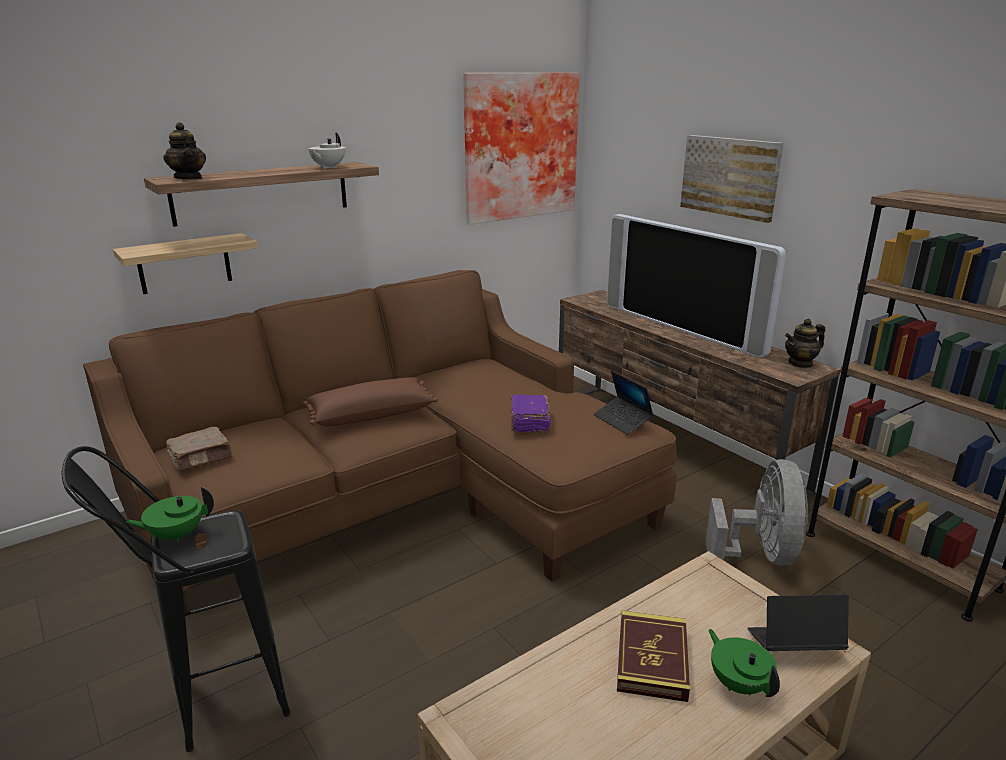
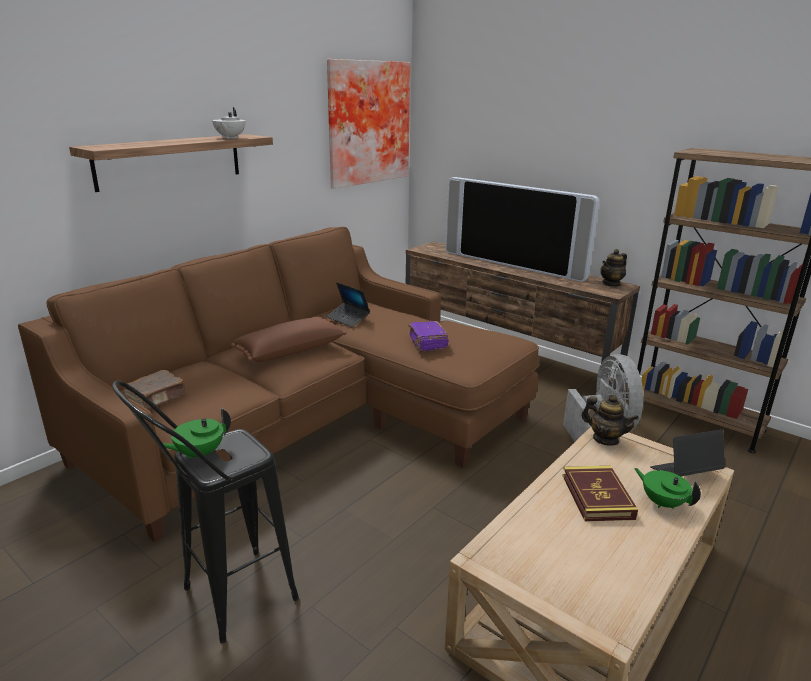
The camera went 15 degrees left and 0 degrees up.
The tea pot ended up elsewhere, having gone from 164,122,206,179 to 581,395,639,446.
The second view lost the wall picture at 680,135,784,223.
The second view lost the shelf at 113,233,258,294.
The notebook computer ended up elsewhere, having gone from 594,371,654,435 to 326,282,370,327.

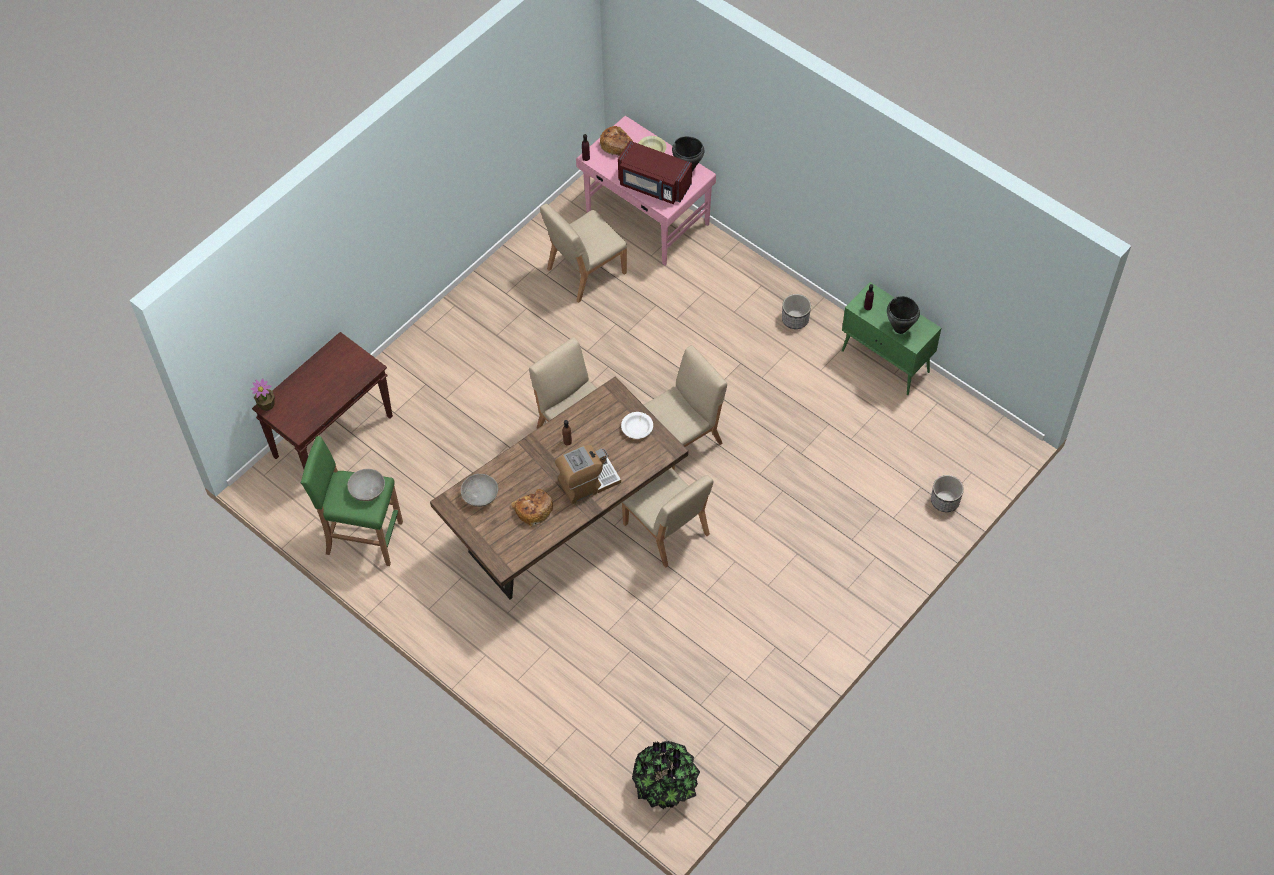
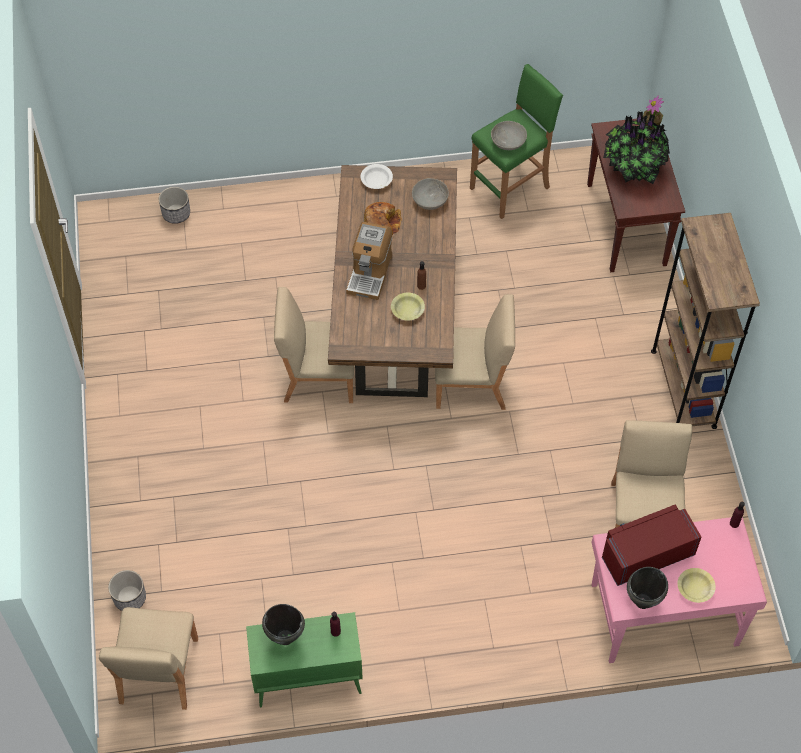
The camera went 130 degrees right and 0 degrees up.
The second view lost the bread at 599,126,632,156.
The plant pot ended up elsewhere, having gone from 782,294,811,329 to 159,187,190,224.
The beige-coloured chair ended up elsewhere, having gone from 644,345,727,471 to 99,607,198,710.
The whitish serving bowl ended up elsewhere, having gone from 621,412,653,439 to 361,164,393,189.
The plant in a pot ended up elsewhere, having gone from 632,741,700,809 to 603,111,670,184.
The second view gained the brownish bookcase at 651,213,760,429.
The second view gained the yellow serving bowl at 391,293,425,321.

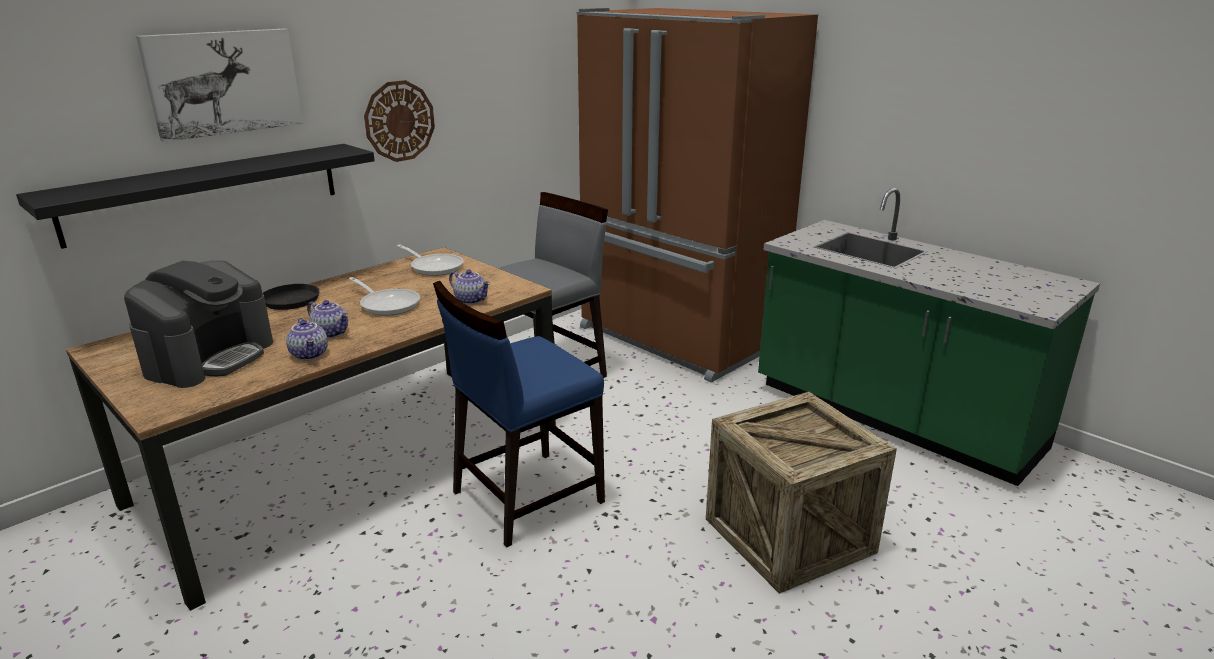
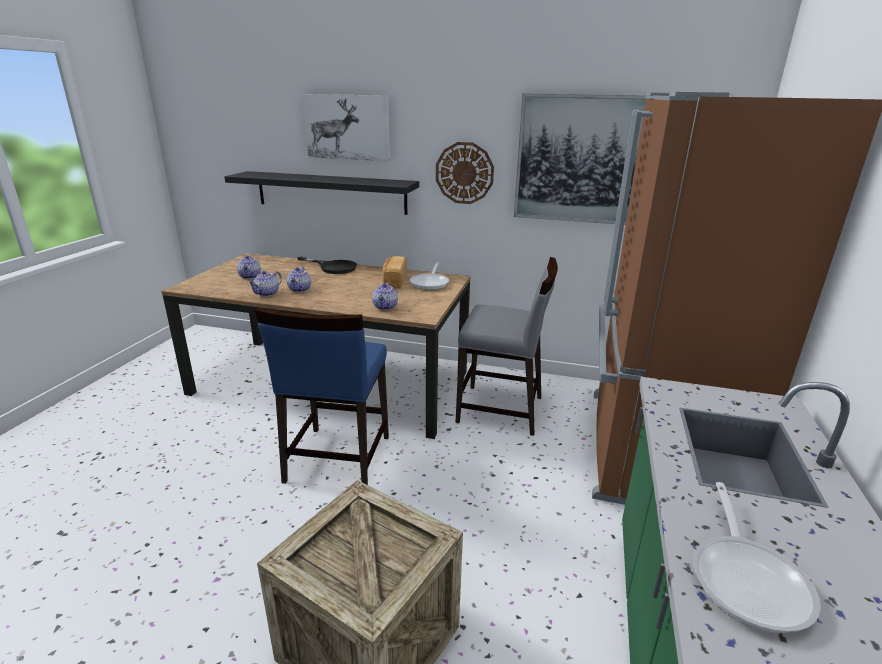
The camera went 60 degrees right and 0 degrees up.
Where the coffee maker stood at 124,261,273,388, the tea pot came to stand at 237,256,261,279.
The pan ended up elsewhere, having gone from 349,277,420,316 to 693,482,821,633.
The blue chair at 433,281,605,548 ended up facing another way, 105 degrees counterclockwise from before.
The second view gained the wall picture at 514,94,646,225.
The second view gained the bread at 382,256,407,289.

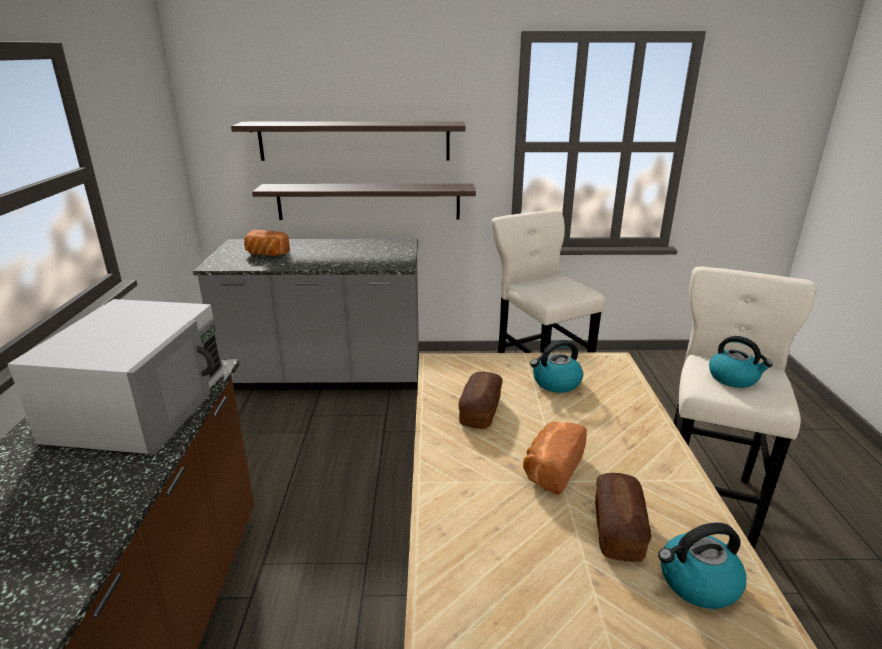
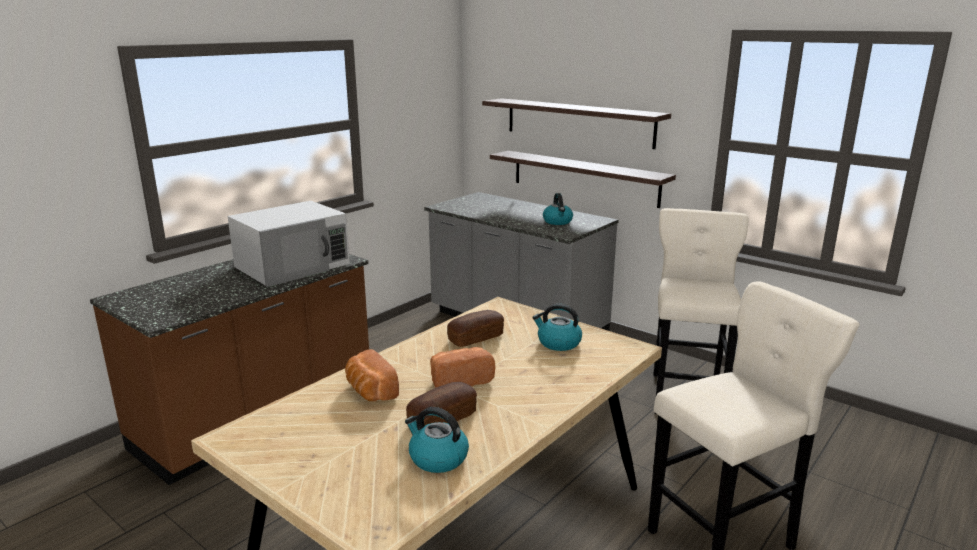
The camera went 40 degrees right and 5 degrees down.
The bread ended up elsewhere, having gone from 244,230,290,256 to 345,349,399,402.
The kettle ended up elsewhere, having gone from 709,336,773,388 to 543,193,573,225.

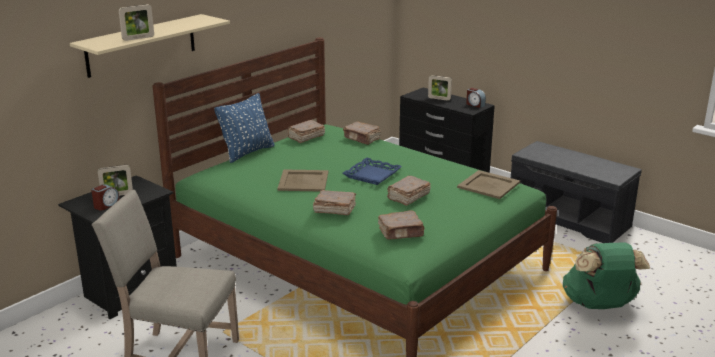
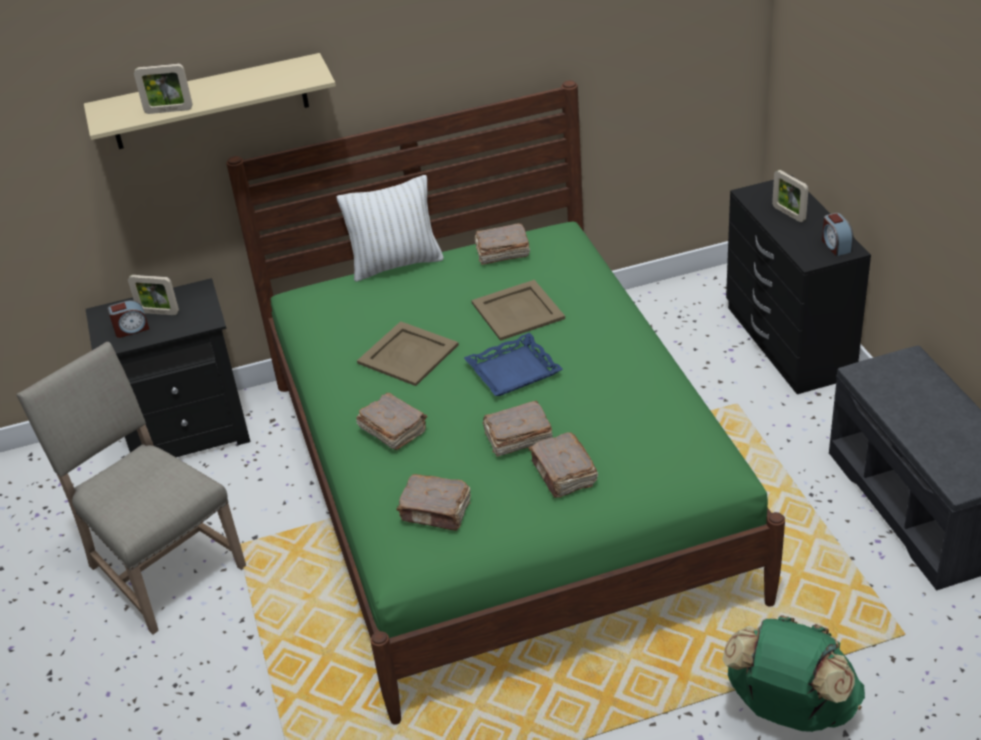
The camera went 35 degrees right and 15 degrees up.
What was the blue cushion at 214,93,275,163 turned into the whitish cushion at 337,175,444,282.
The brownish book ended up elsewhere, having gone from 343,122,381,145 to 528,432,598,498.
The beige-coloured serving tray ended up elsewhere, having gone from 457,170,520,199 to 471,280,565,341.

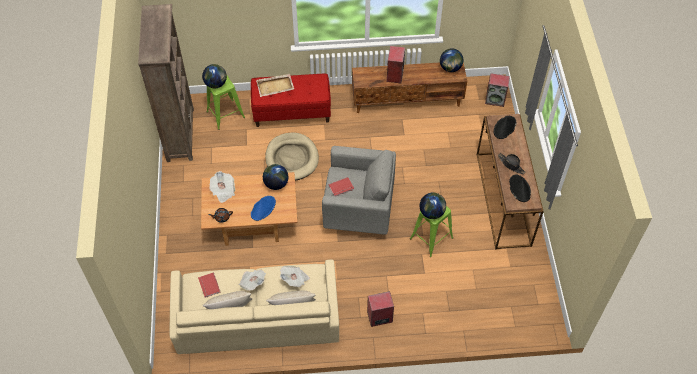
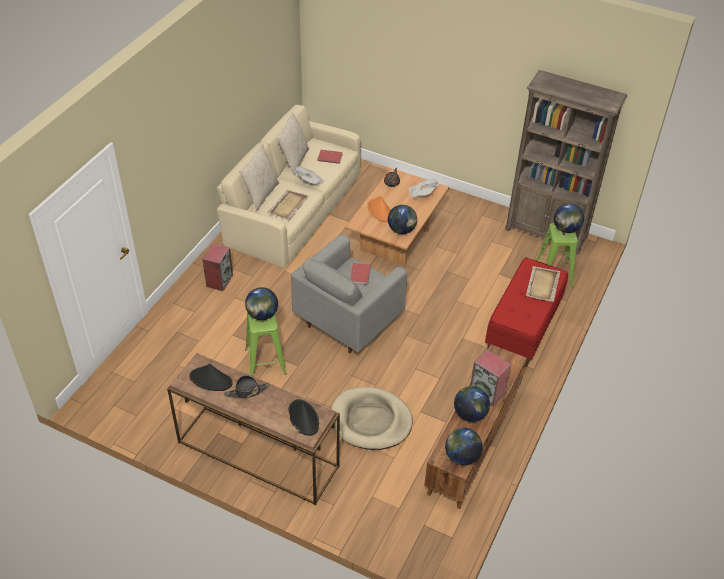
The camera went 120 degrees right and 10 degrees down.
The second view lost the speaker at 485,73,510,107.
The beige-coloured dog bed ended up elsewhere, having gone from 265,133,319,180 to 331,387,412,450.
What was the blue wearable hat at 251,196,276,221 turned into the orange wearable hat at 368,196,391,222.
Where the newspaper stood at 280,266,310,287, the beige-coloured serving tray came to stand at 267,189,309,220.
The second view gained the desk globe at 454,386,490,422.

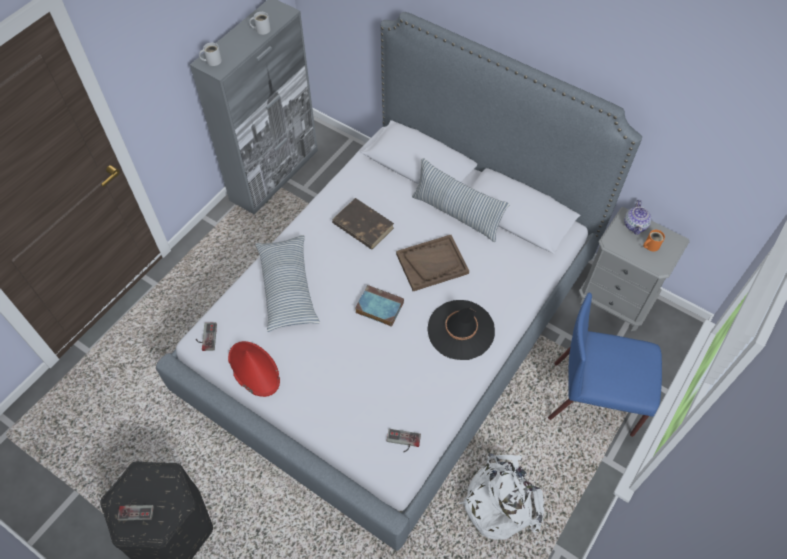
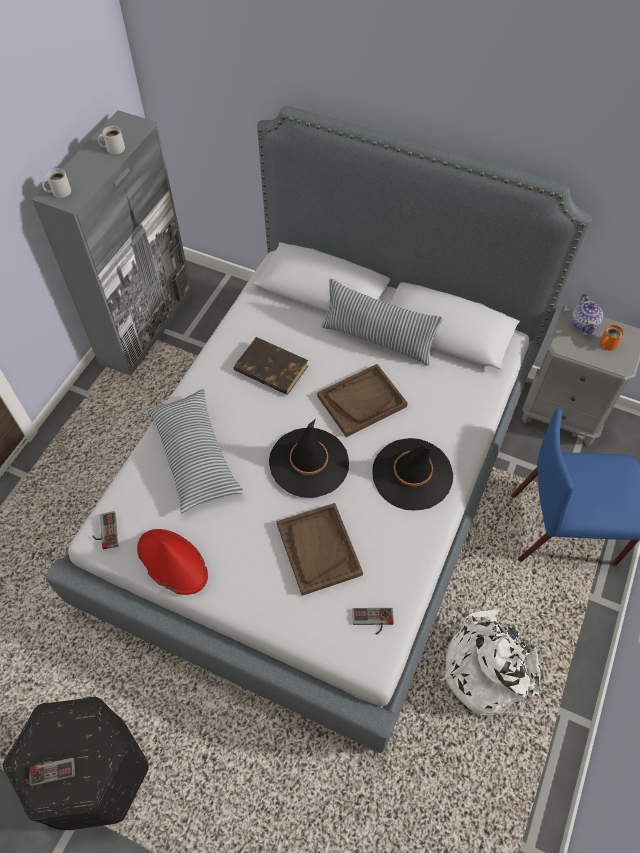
The camera went 10 degrees left and 0 degrees up.
Where the book stood at 355,285,404,327, the black-coloured wearable hat came to stand at 269,420,349,497.
The second view gained the brownish serving tray at 276,503,363,596.

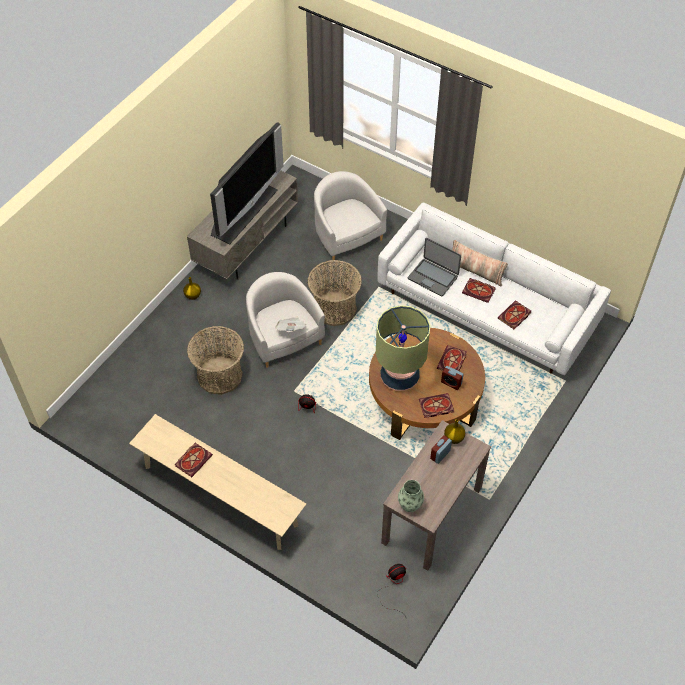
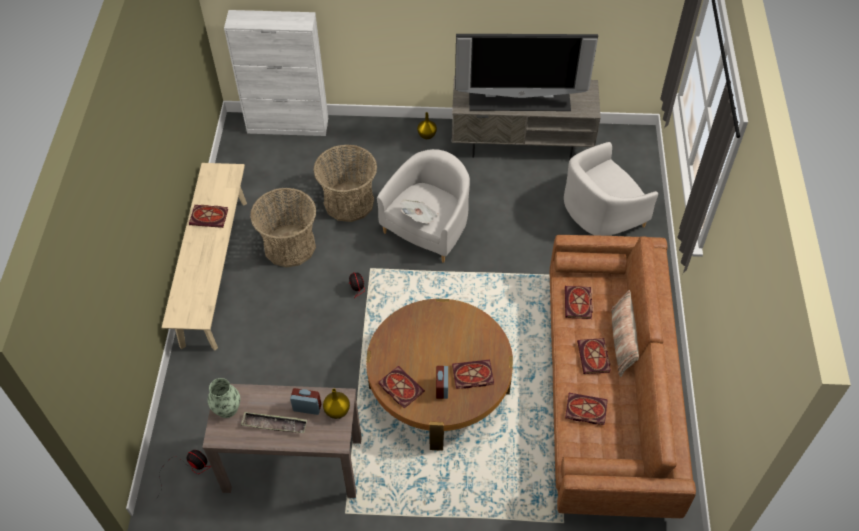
The camera went 60 degrees right and 0 degrees up.
The whitish lounge chair at 314,171,387,260 ended up facing another way, 150 degrees counterclockwise from before.
What was the whitish couch at 377,203,611,375 turned into the brownish couch at 550,235,696,518.
Where the notebook computer stood at 408,238,461,296, the book came to stand at 565,286,593,319.
The household basket ended up elsewhere, having gone from 307,260,362,326 to 250,188,317,268.
The second view lost the table lamp at 376,305,430,391.
The second view gained the whitish cabinet at 224,10,328,136.
The second view gained the serving tray at 241,412,307,433.

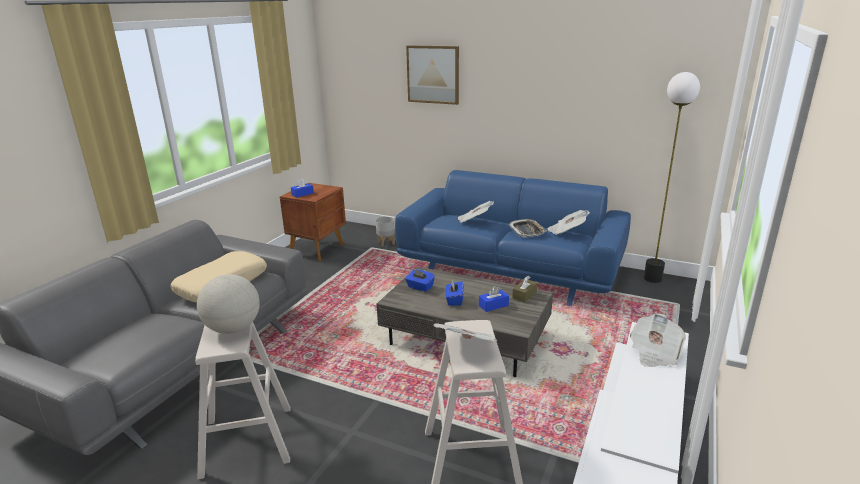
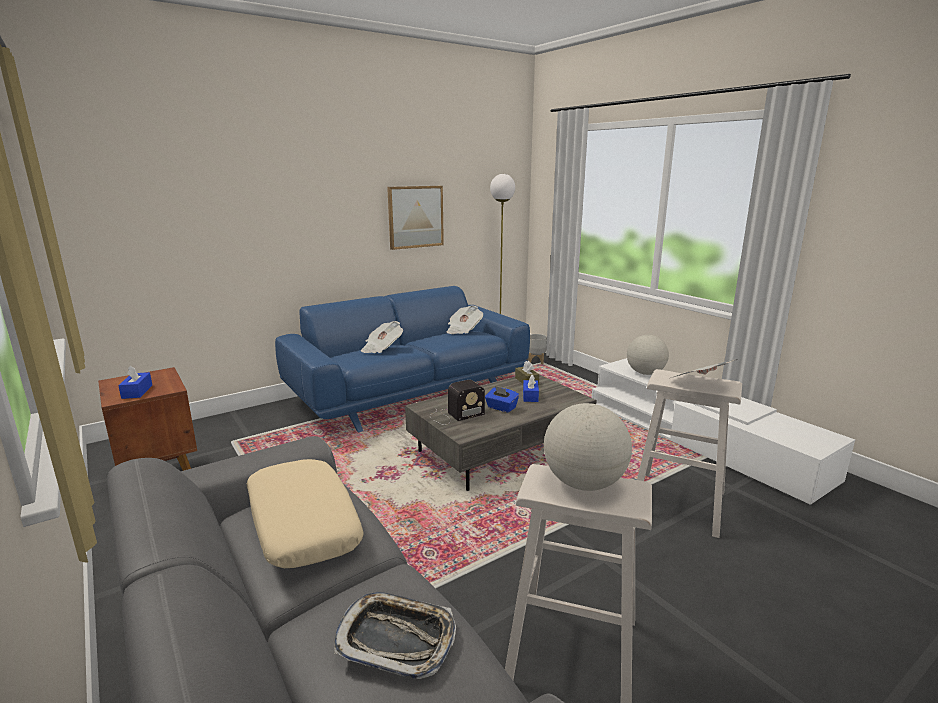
The camera went 60 degrees left and 5 degrees down.
The wall picture ended up elsewhere, having gone from 406,46,459,105 to 387,186,444,250.
The greyish plant pot ended up elsewhere, having gone from 376,217,395,247 to 529,334,547,364.
The serving tray ended up elsewhere, having gone from 509,219,547,237 to 334,592,456,679.
Where the blue tissue box stood at 405,269,435,292, the radio set came to stand at 430,380,485,425.
Where the newspaper stood at 630,313,686,367, the desk globe came to stand at 627,335,669,375.

